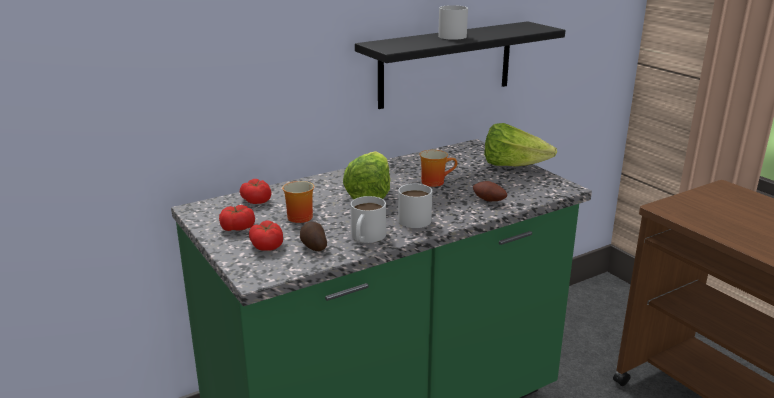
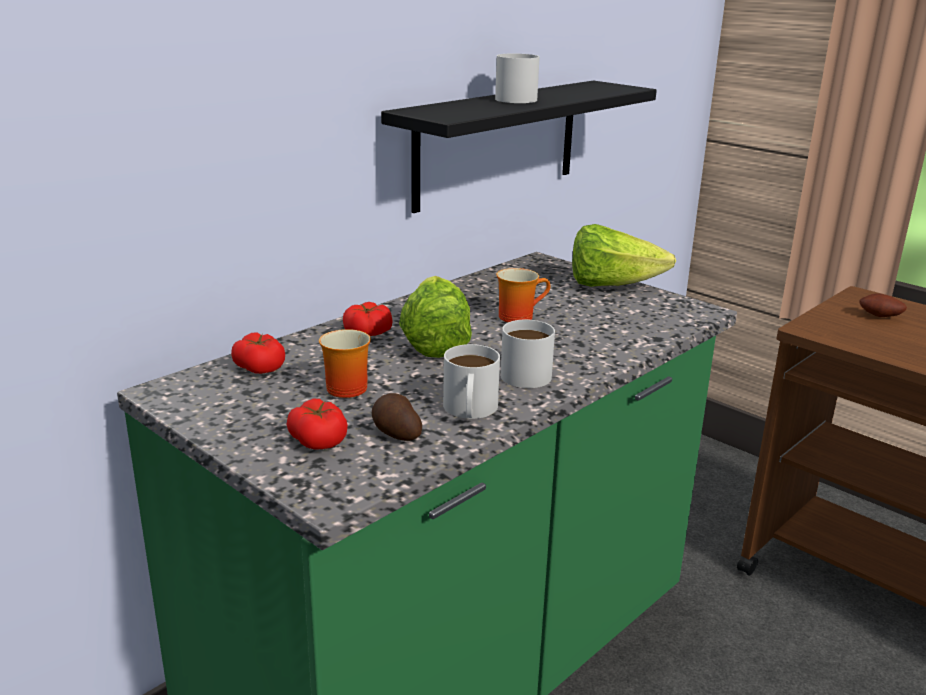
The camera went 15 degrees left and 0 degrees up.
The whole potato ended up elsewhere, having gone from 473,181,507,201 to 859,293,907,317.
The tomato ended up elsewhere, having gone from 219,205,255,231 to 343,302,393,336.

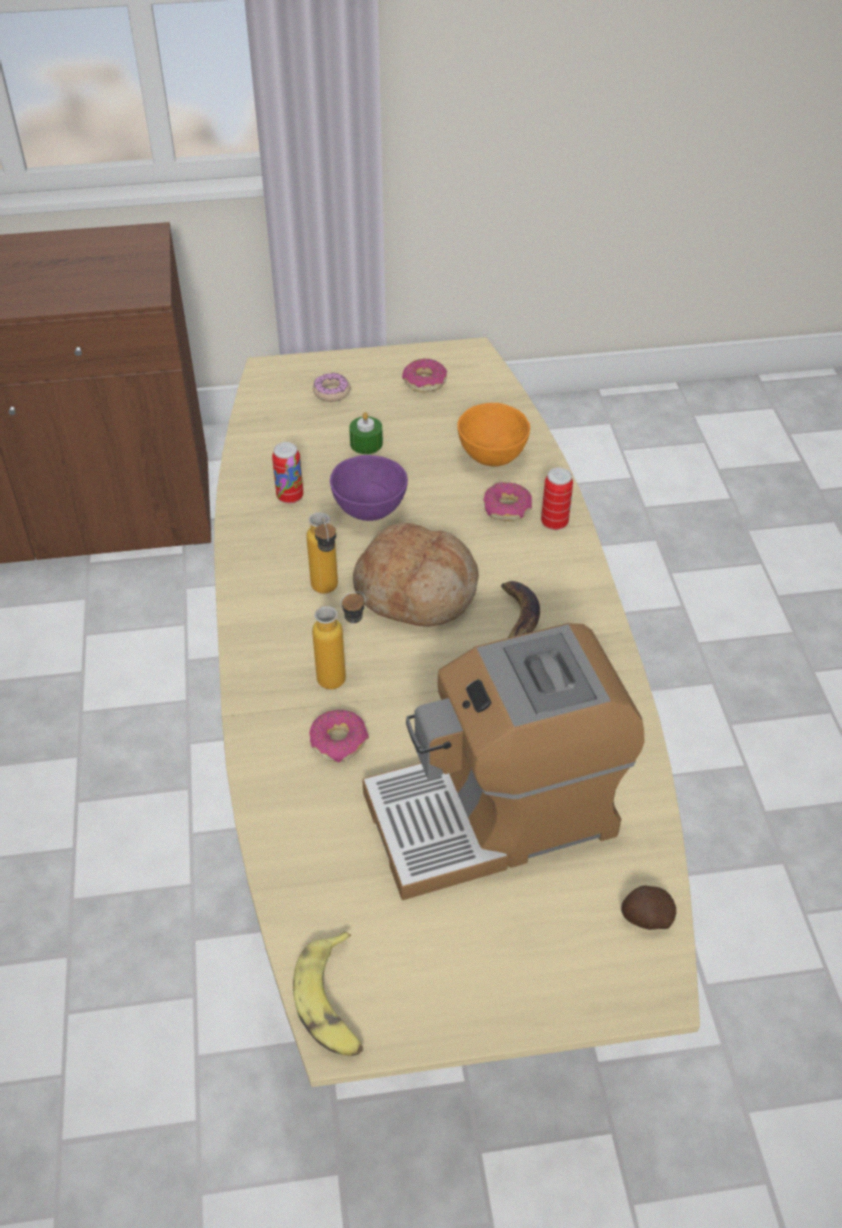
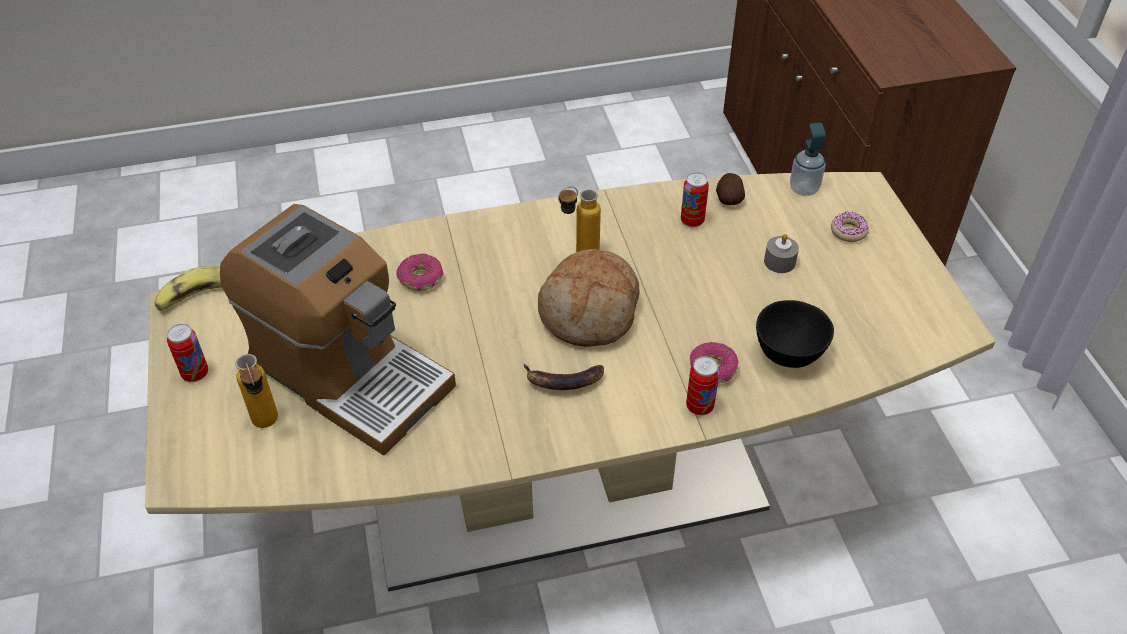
The camera went 85 degrees right and 0 degrees up.
The second view lost the doughnut at 402,358,447,392.
What was the orange serving bowl at 457,403,530,466 turned into the black-coloured serving bowl at 756,300,834,368.
What was the greenish candle at 349,412,383,454 turned into the greyish candle at 764,234,799,273.
The second view lost the purplish serving bowl at 330,455,408,521.
The bottle ended up elsewhere, having gone from 312,591,366,689 to 235,354,278,428.
The coffee maker at 362,623,644,900 ended up facing another way, 150 degrees clockwise from before.
The whole potato ended up elsewhere, having gone from 621,885,676,930 to 716,173,745,205.
The second view gained the liquid soap bottle at 790,123,826,196.
The second view gained the can at 167,324,208,382.

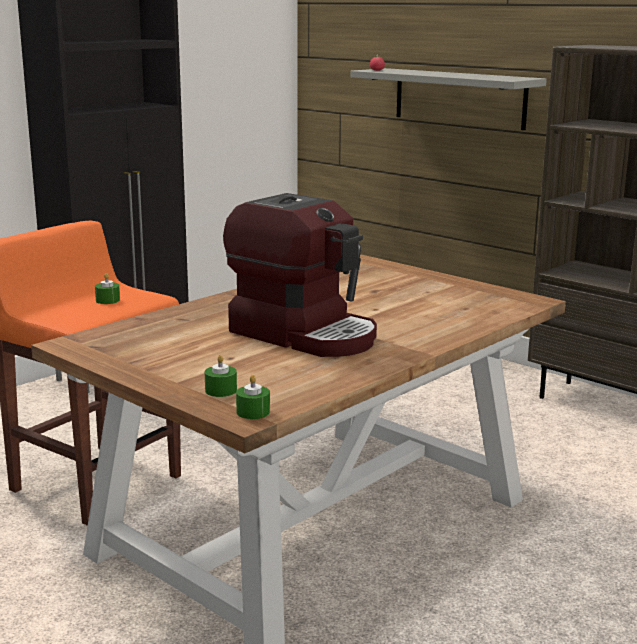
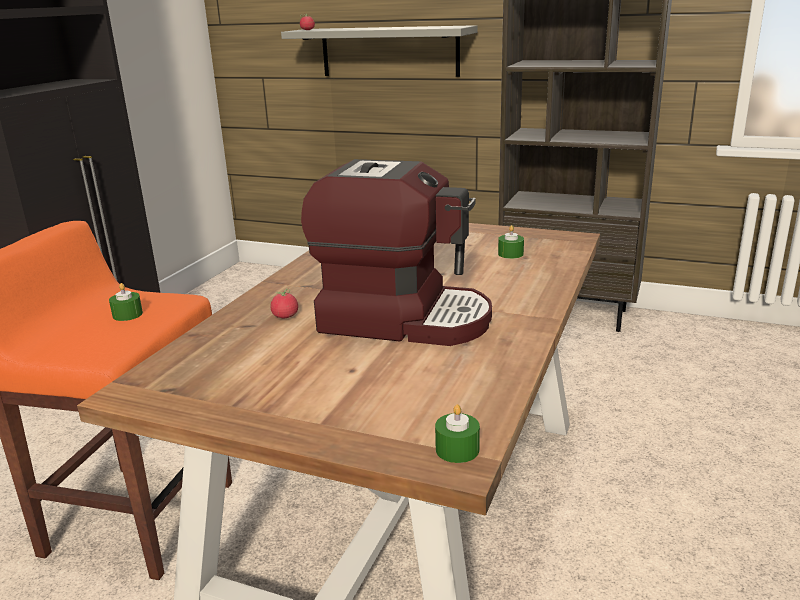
The camera went 20 degrees left and 5 degrees up.
The greenish candle ended up elsewhere, having gone from 205,355,237,397 to 498,225,524,259.
The second view gained the tomato at 271,288,298,318.

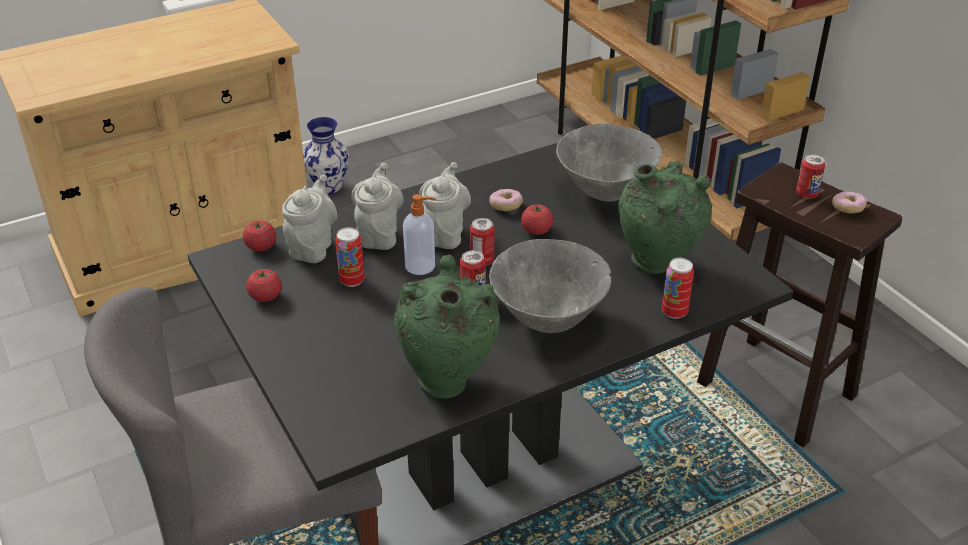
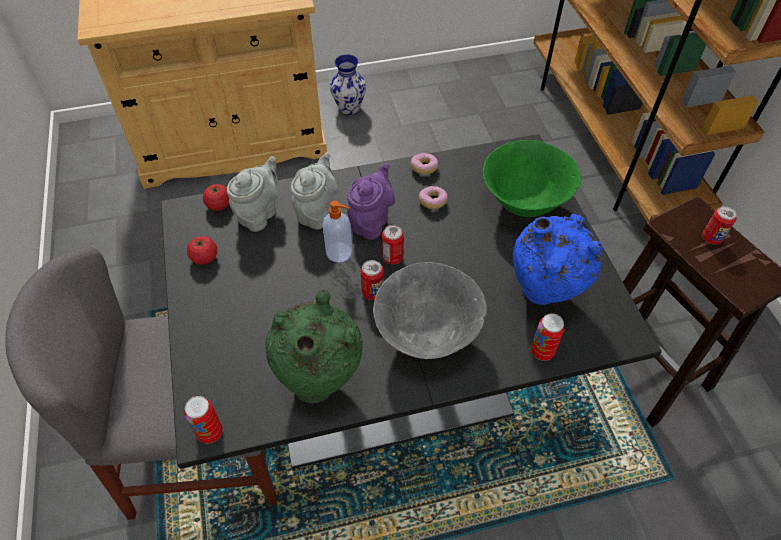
The camera went 15 degrees right and 15 degrees up.
What was the greyish serving bowl at 556,124,662,202 turned into the greenish serving bowl at 483,140,581,217.
What was the greenish decorative vase at 618,160,712,274 turned into the blue decorative vase at 513,214,603,305.
What was the greyish tea pot at 419,162,471,249 turned into the purplish tea pot at 347,163,395,240.
The doughnut ended up elsewhere, having gone from 832,192,867,214 to 410,153,438,174.
The second view lost the tomato at 521,204,553,235.
The can ended up elsewhere, having gone from 335,227,365,287 to 184,396,223,443.

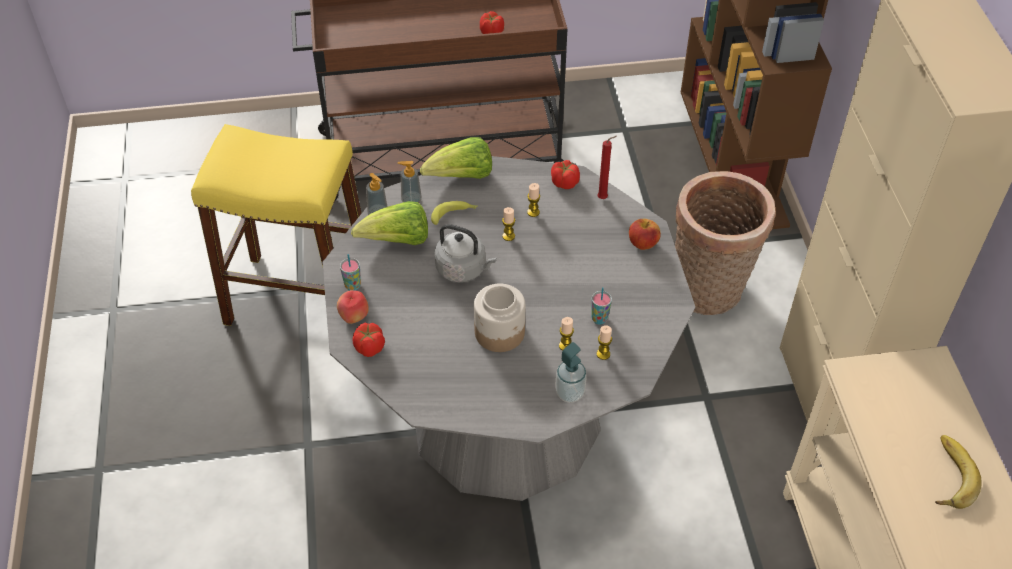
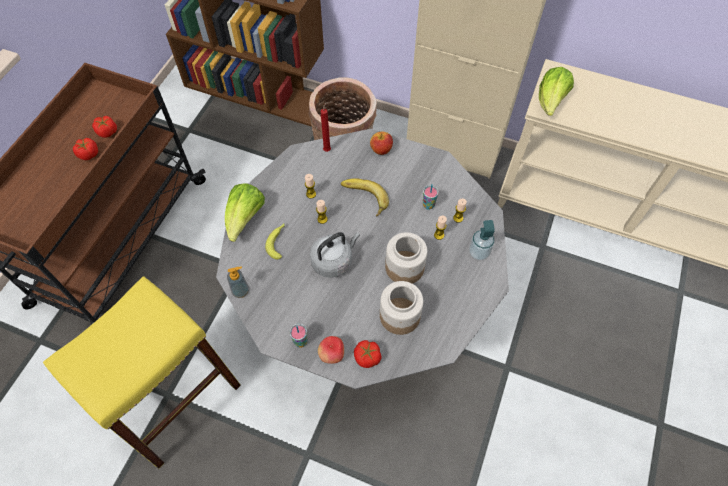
The camera went 60 degrees left and 10 degrees up.
The tomato ended up elsewhere, having gone from 551,160,580,189 to 73,138,98,160.
The second view lost the liquid soap bottle at 397,161,422,203.
The lettuce head ended up elsewhere, having gone from 351,201,428,245 to 539,67,574,116.
The whole banana ended up elsewhere, having gone from 935,435,982,509 to 341,178,389,217.
The second view gained the preserve jar at 380,281,423,335.

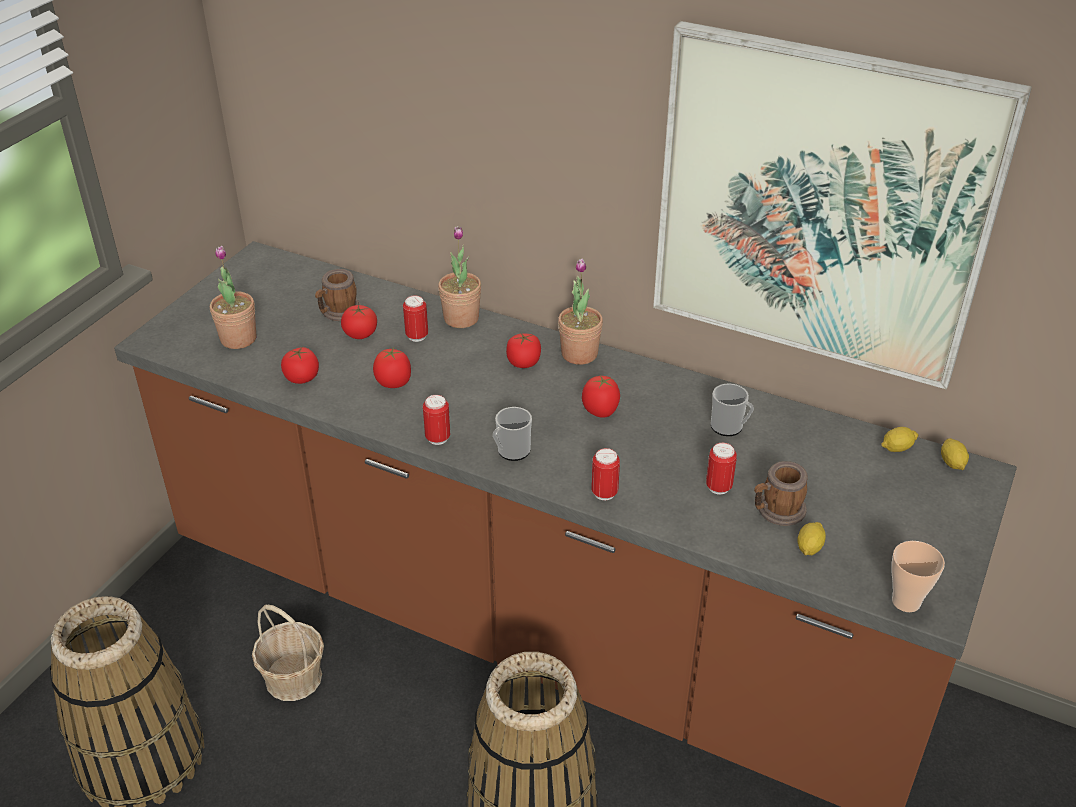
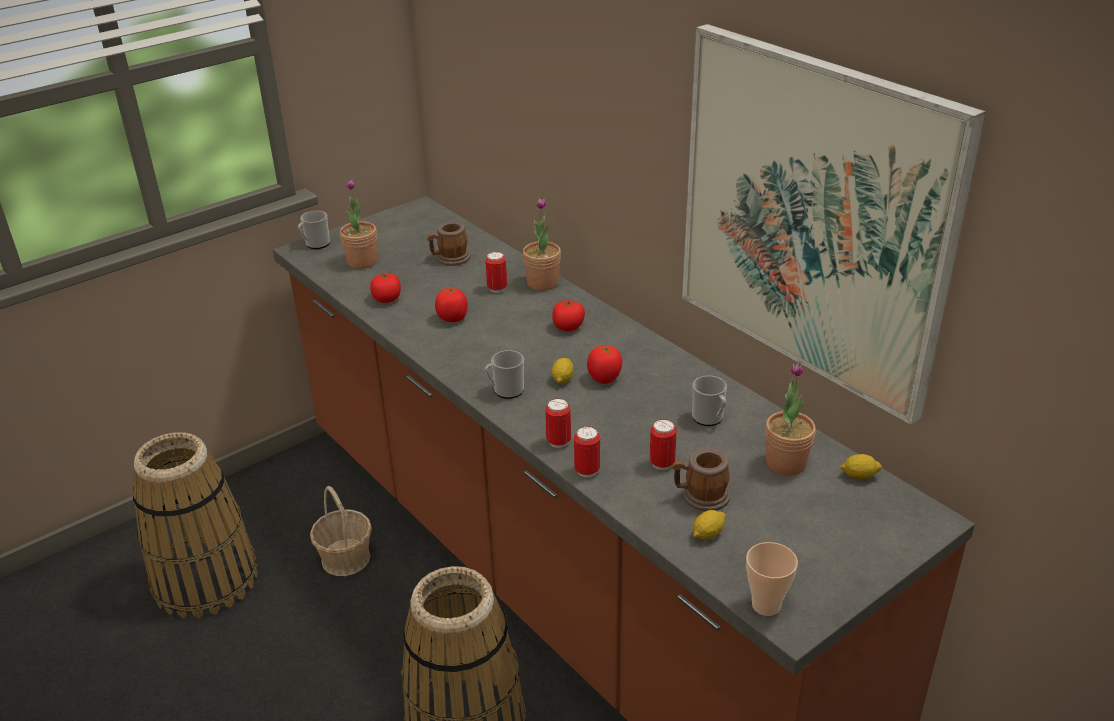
The camera went 25 degrees right and 5 degrees down.
The plant in a pot ended up elsewhere, having gone from 558,258,603,365 to 766,361,816,476.
The second view lost the tomato at 341,305,377,339.
The can ended up elsewhere, having gone from 423,395,450,445 to 574,426,600,477.
The citrus fruit ended up elsewhere, having gone from 941,438,969,470 to 552,358,574,384.
The second view gained the mug at 298,211,330,249.

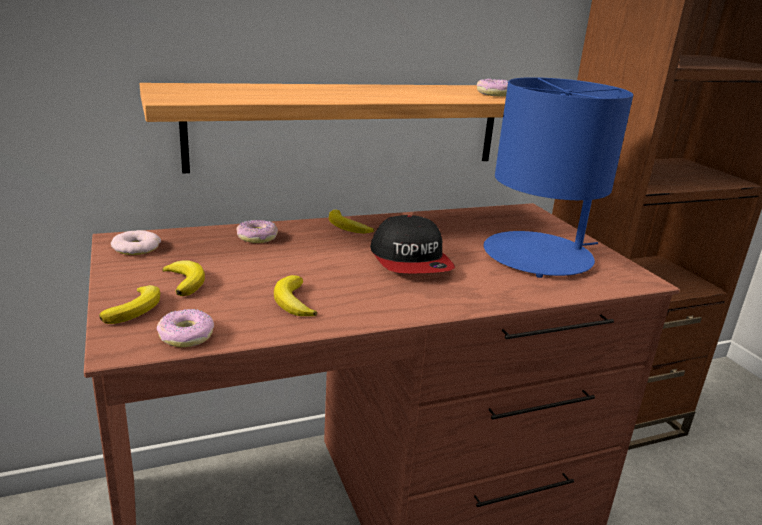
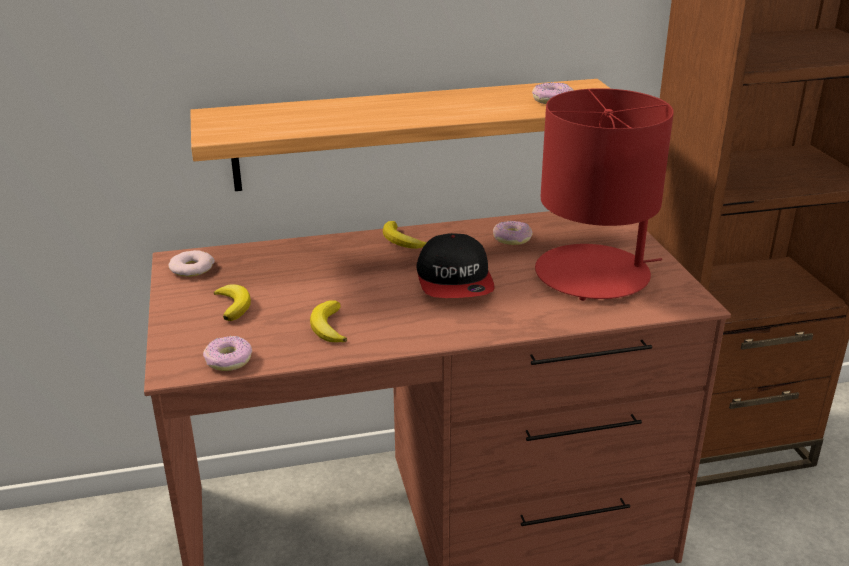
The camera went 10 degrees right and 5 degrees up.
What was the blue table lamp at 484,77,634,278 turned into the red-coloured table lamp at 535,88,674,301.
The doughnut ended up elsewhere, having gone from 236,220,278,243 to 493,221,532,245.
The second view lost the whole banana at 99,285,160,324.

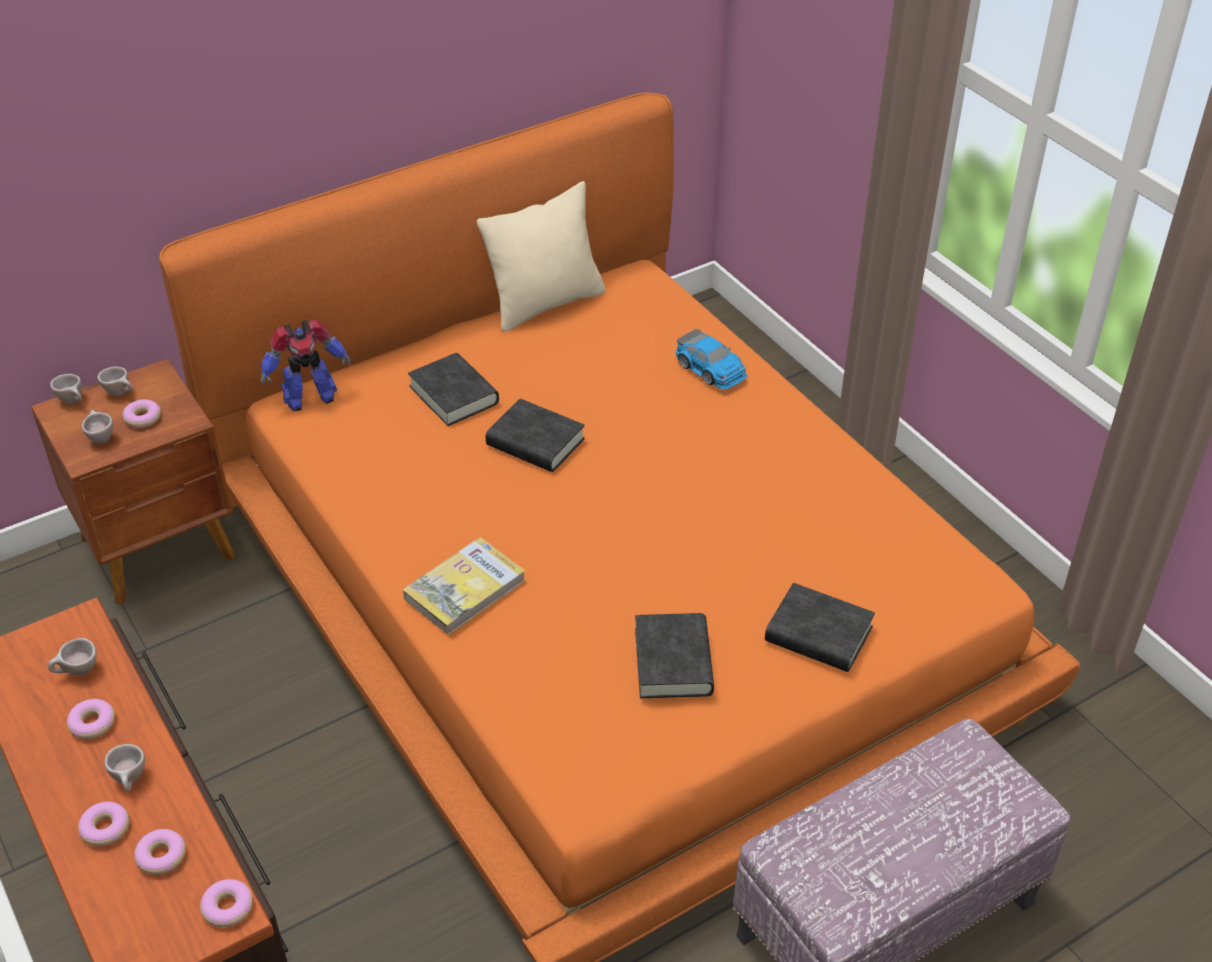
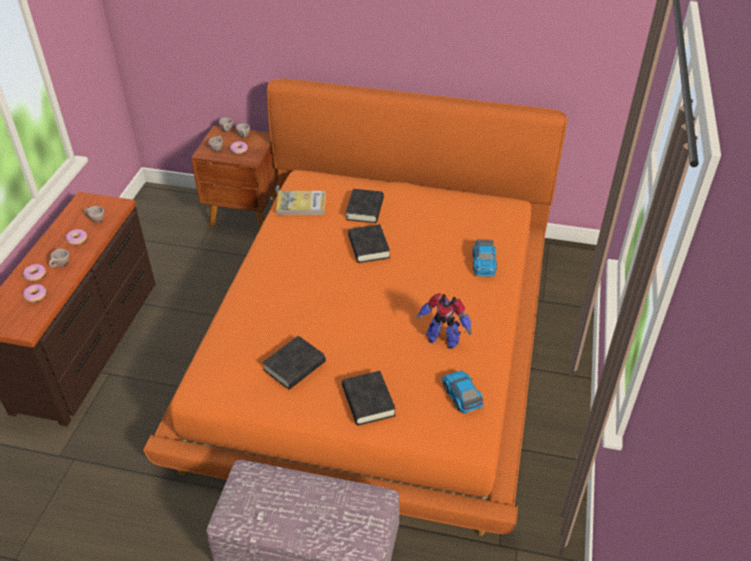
The camera went 45 degrees right and 0 degrees up.
The second view lost the beige-coloured cushion at 477,181,605,332.
The toy robot ended up elsewhere, having gone from 260,319,351,411 to 416,293,472,349.
The book ended up elsewhere, having gone from 403,537,526,635 to 276,191,326,215.
The second view lost the doughnut at 200,879,253,927.
The second view gained the miniature car at 442,370,484,414.

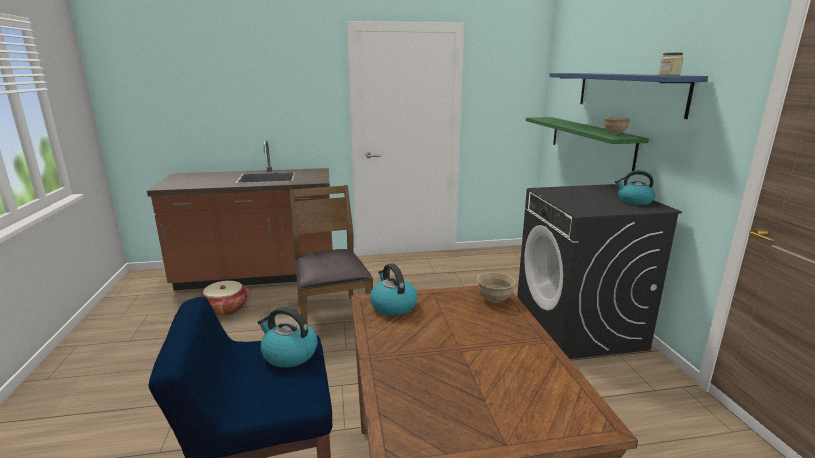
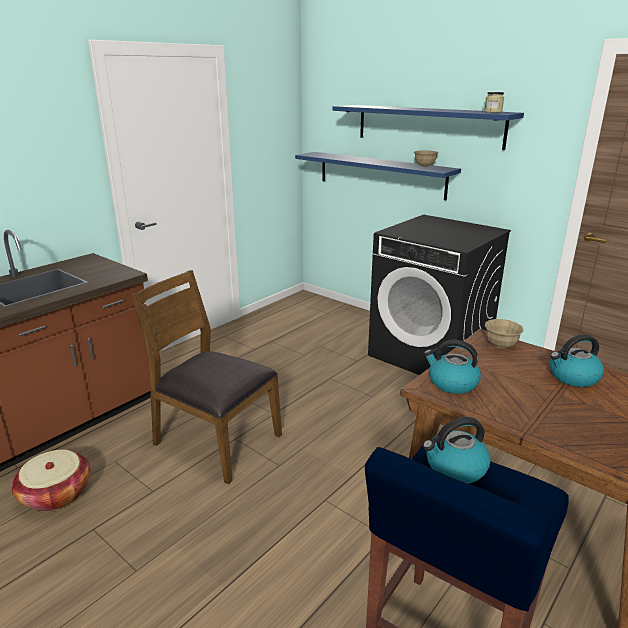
The camera went 40 degrees left and 5 degrees up.
What was the greenish shelf at 526,117,649,171 turned into the blue shelf at 295,152,461,200.
The kettle ended up elsewhere, having gone from 615,170,655,205 to 550,334,604,387.

